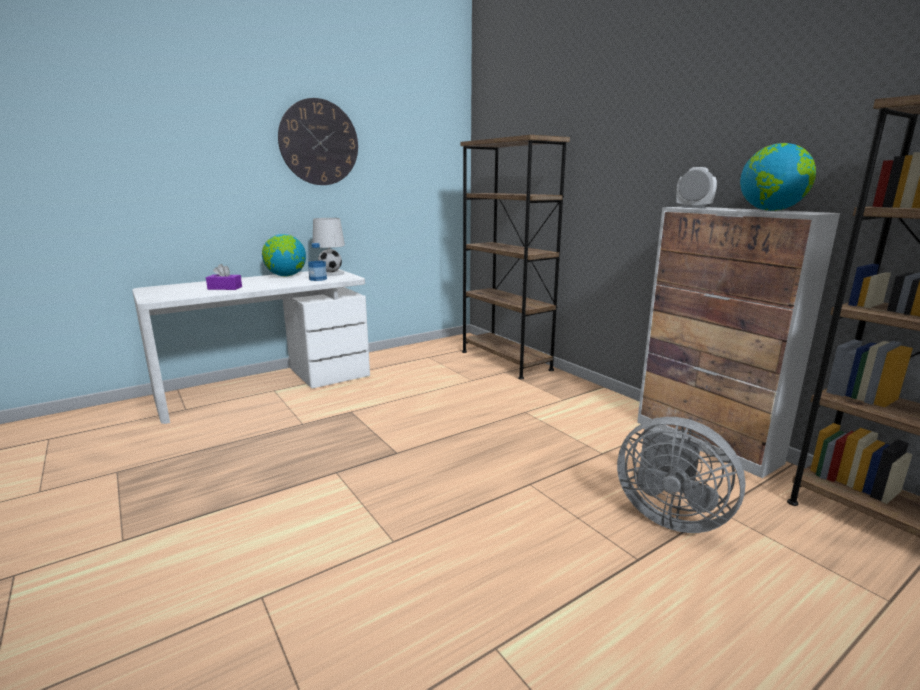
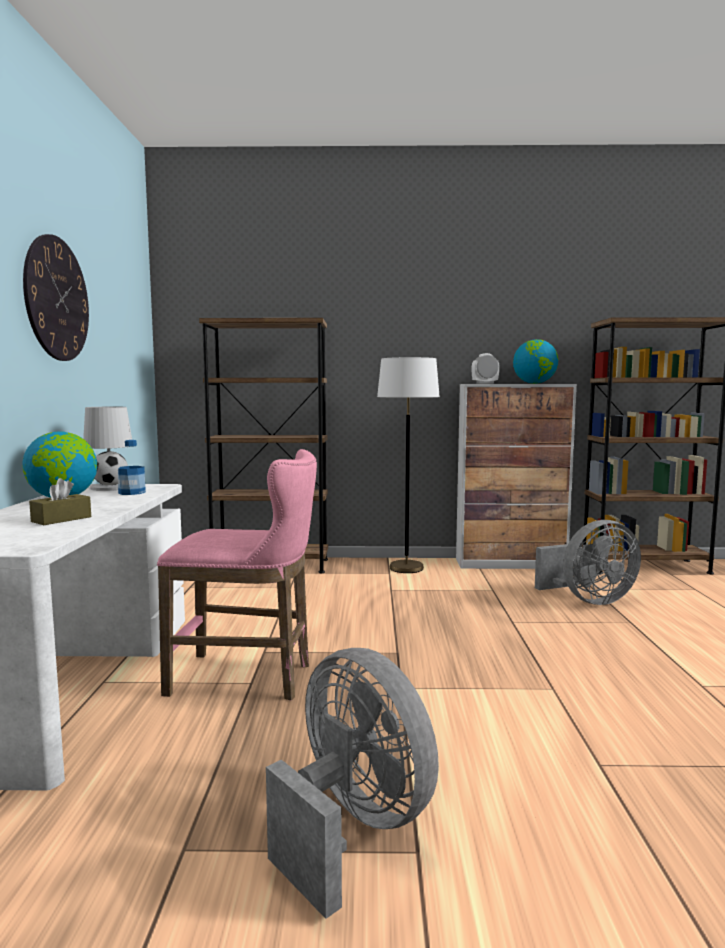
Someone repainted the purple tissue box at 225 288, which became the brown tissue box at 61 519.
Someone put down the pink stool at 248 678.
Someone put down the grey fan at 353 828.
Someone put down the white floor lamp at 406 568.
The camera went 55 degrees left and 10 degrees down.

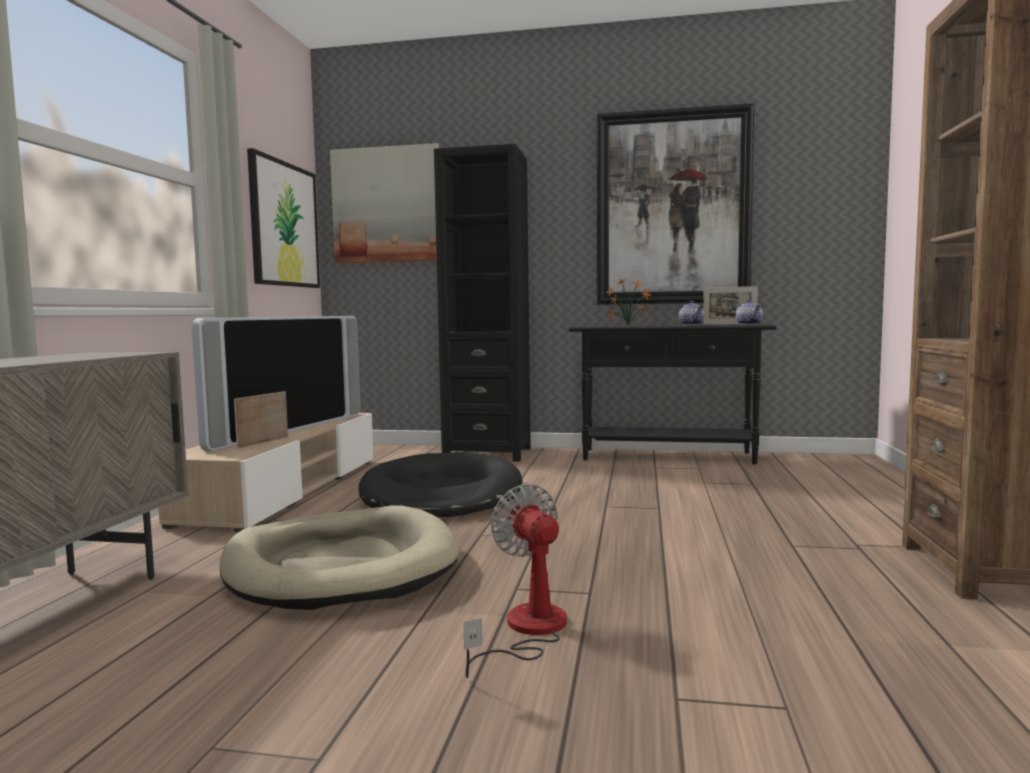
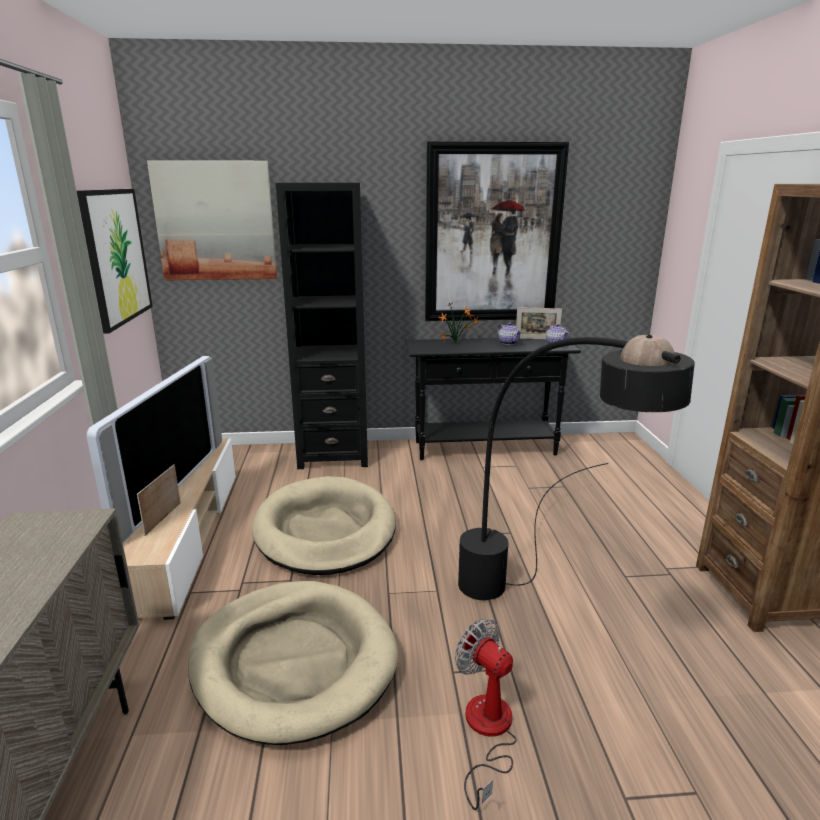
Someone repainted the black dog bed at 442 494, which became the beige dog bed at 325 530.
Someone put down the black floor lamp at 536 614.
The camera went 15 degrees left and 15 degrees up.

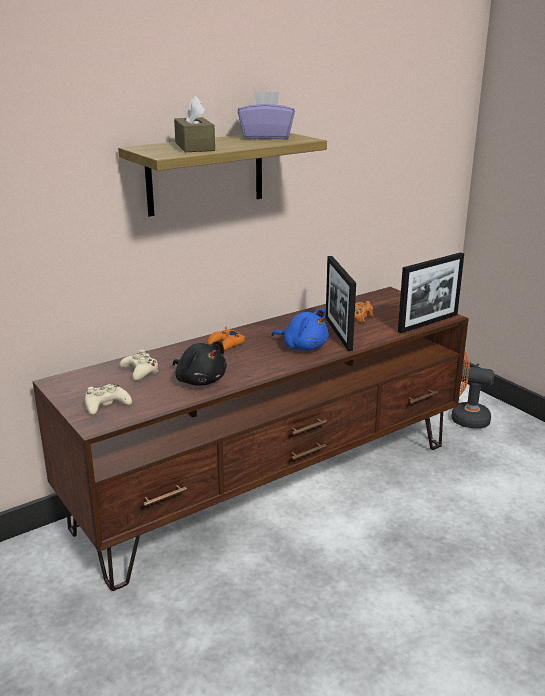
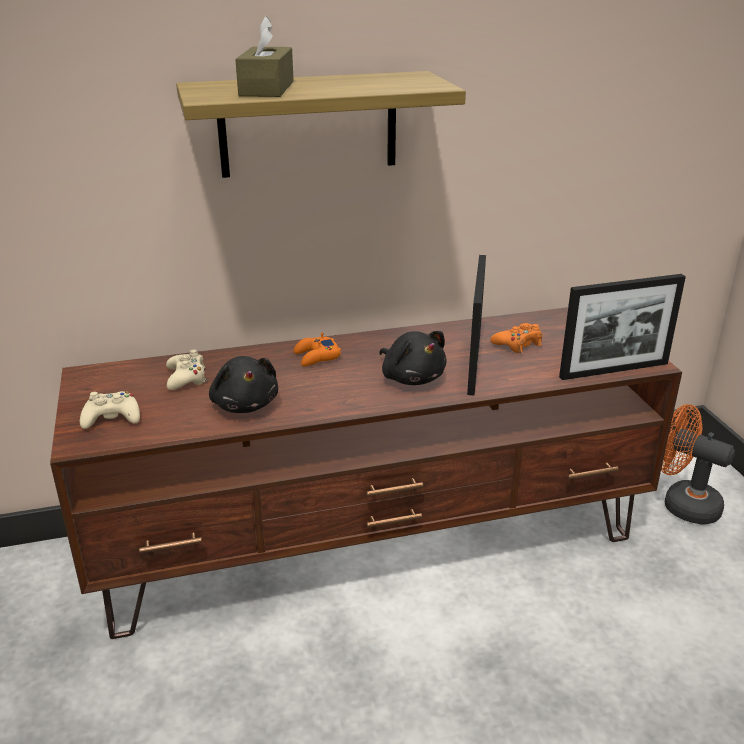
Someone took away the purple tissue box at 266 137.
Someone repainted the blue plush toy at 303 347, which became the black plush toy at 411 377.
The camera went 20 degrees right and 5 degrees up.

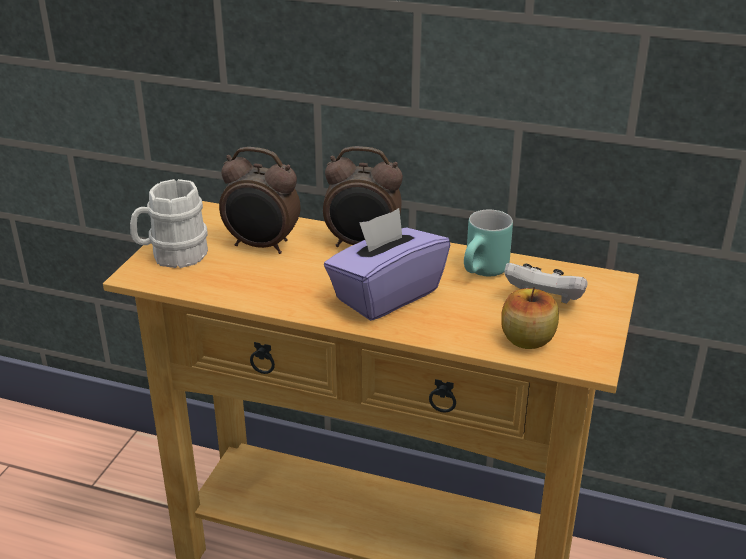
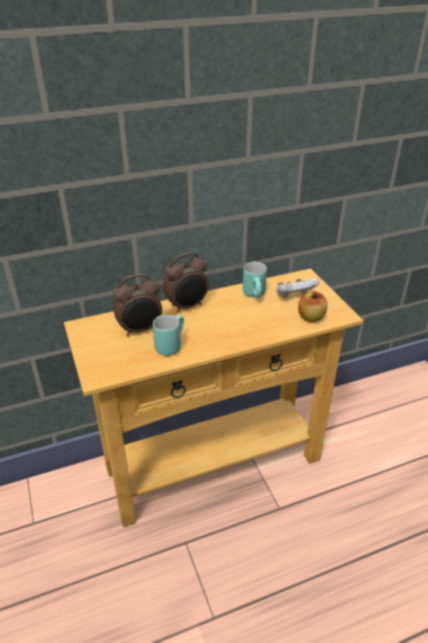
Someone took away the white mug at 172 256.
Someone took away the purple tissue box at 386 295.
Someone put down the turquoise mug at 169 344.
The camera went 40 degrees left and 5 degrees up.

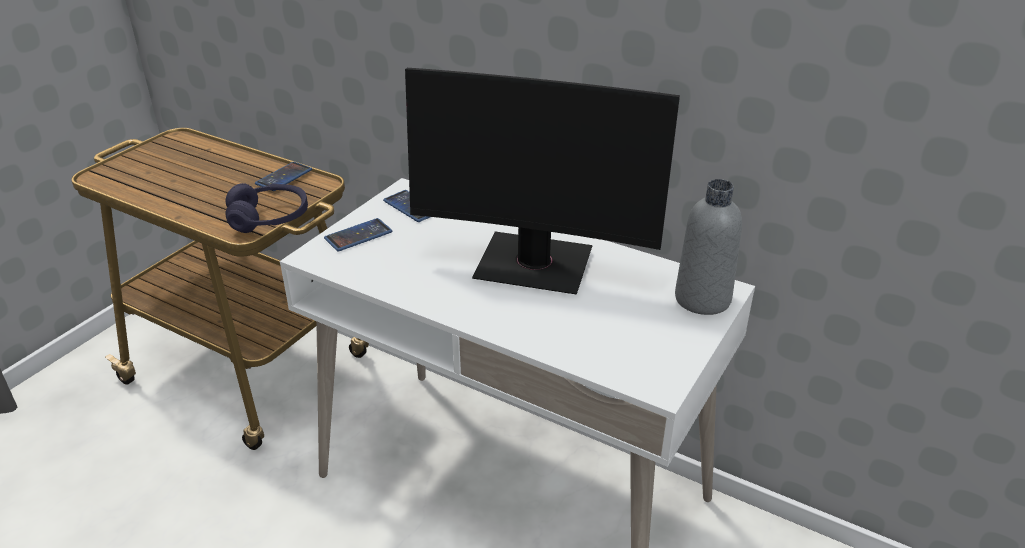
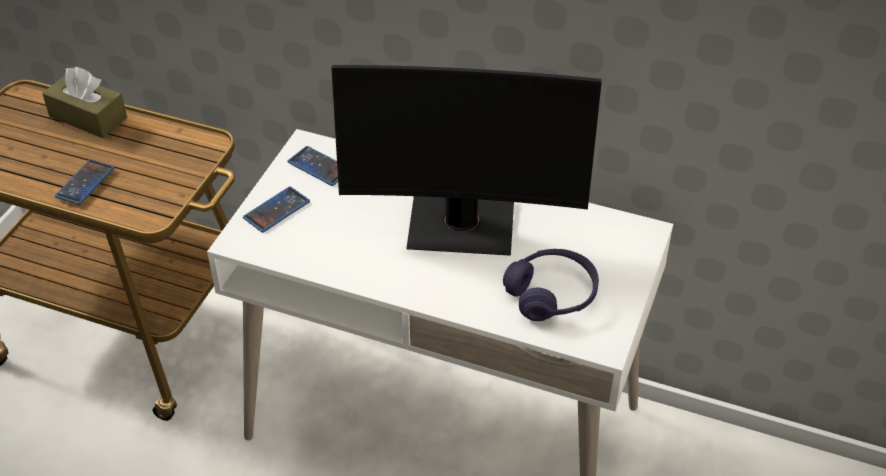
Someone carried the purple headphones from 269 218 to 551 294.
Someone carried the phone from 284 177 to 85 182.
Someone took away the grey bottle at 702 299.
Someone put down the brown tissue box at 88 117.
The camera went 10 degrees left and 10 degrees up.

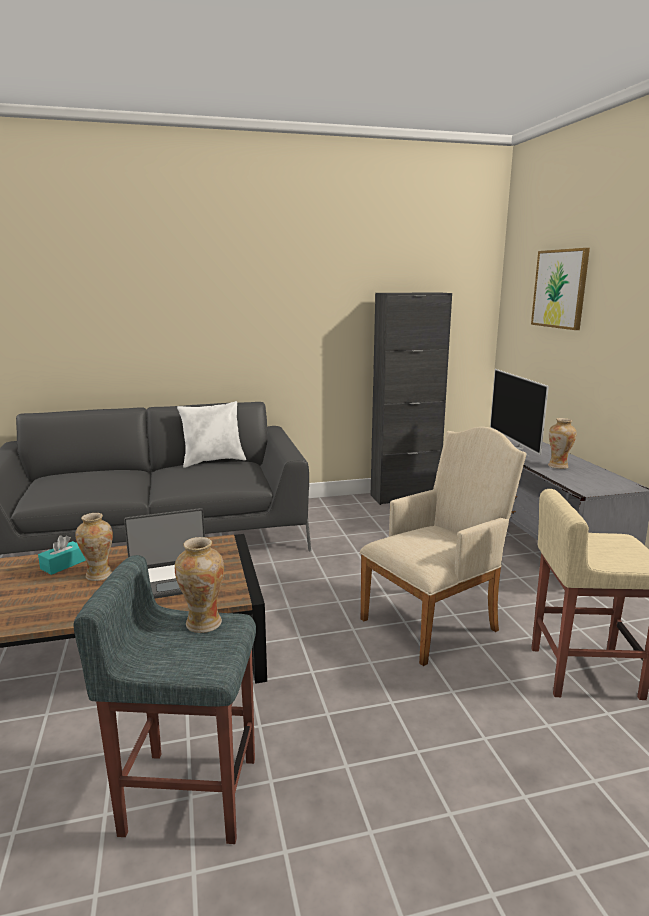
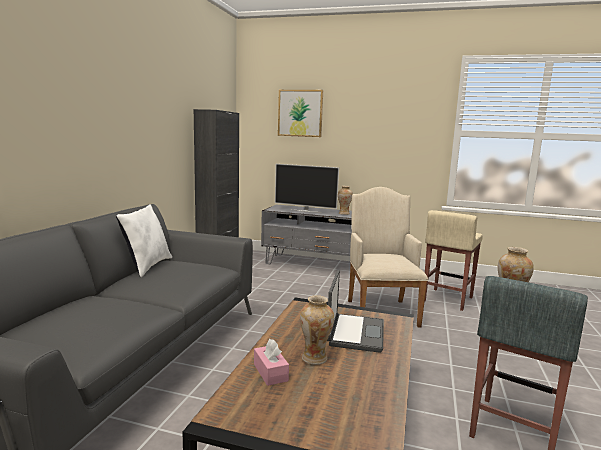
Someone repainted the turquoise tissue box at 63 564, which became the pink tissue box at 270 372.
The camera went 60 degrees left and 5 degrees down.

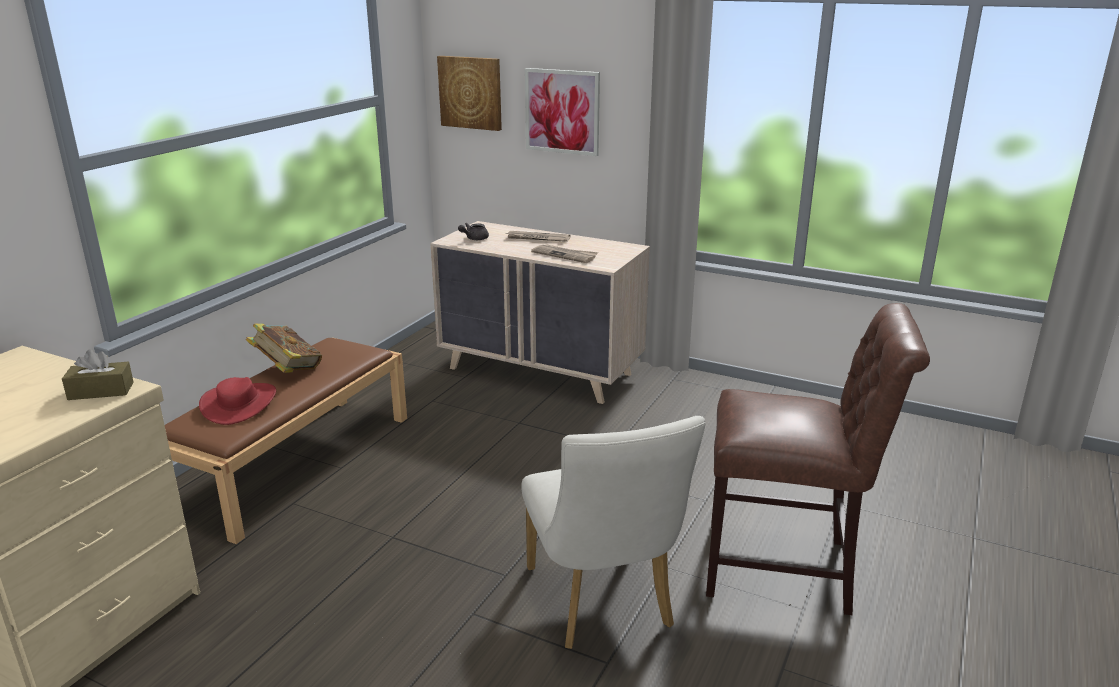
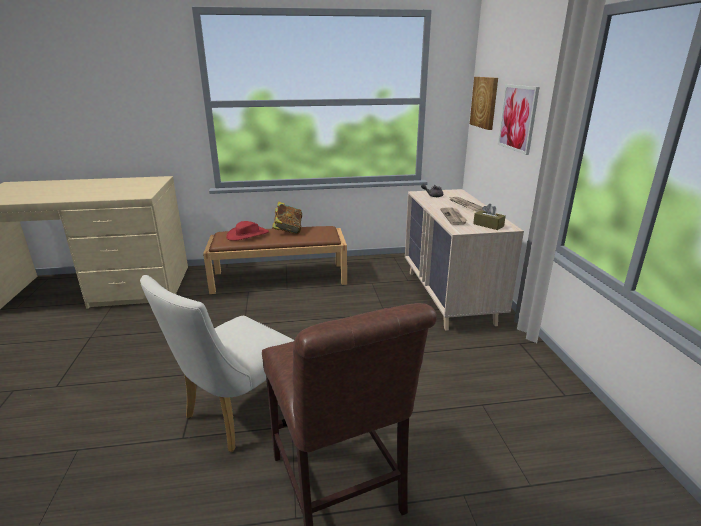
Someone carried the brown tissue box from 101 391 to 488 225.
The camera went 55 degrees right and 0 degrees up.

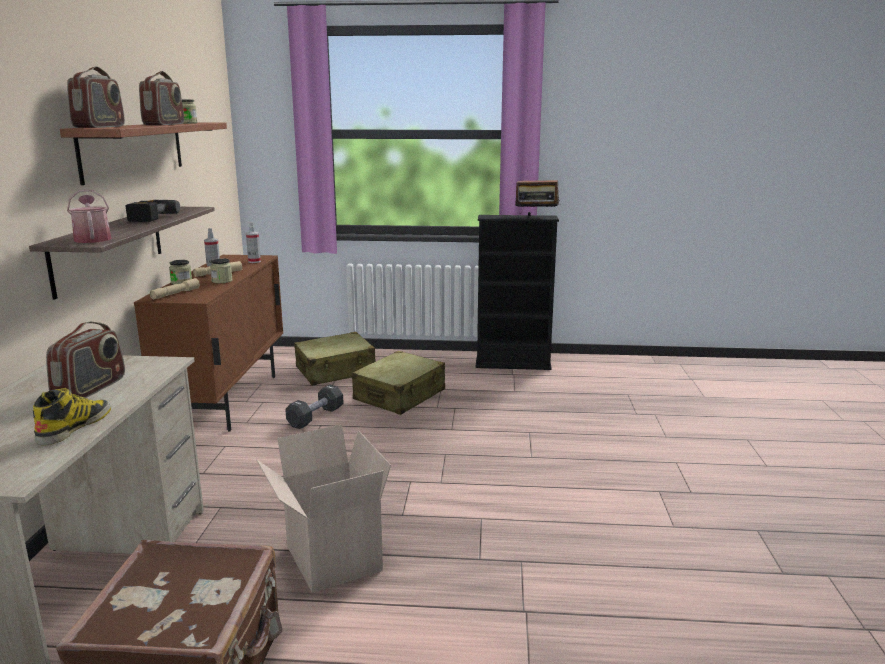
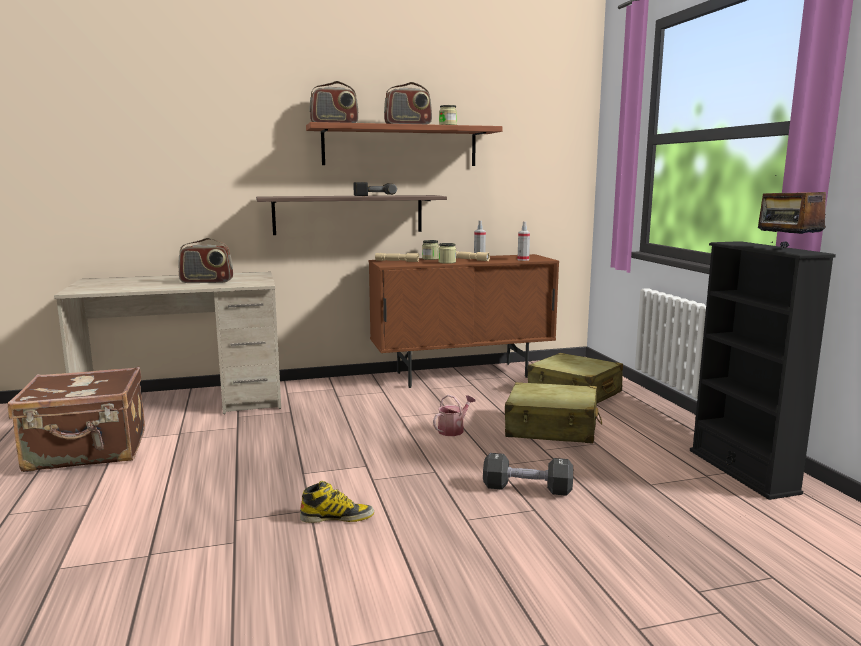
Someone carried the boot from 75 427 to 337 517.
Someone carried the watering can from 92 239 to 453 430.
Someone took away the cardboard box at 330 558.
Someone carried the black dumbbell from 315 417 to 527 488.
The camera went 70 degrees right and 5 degrees down.

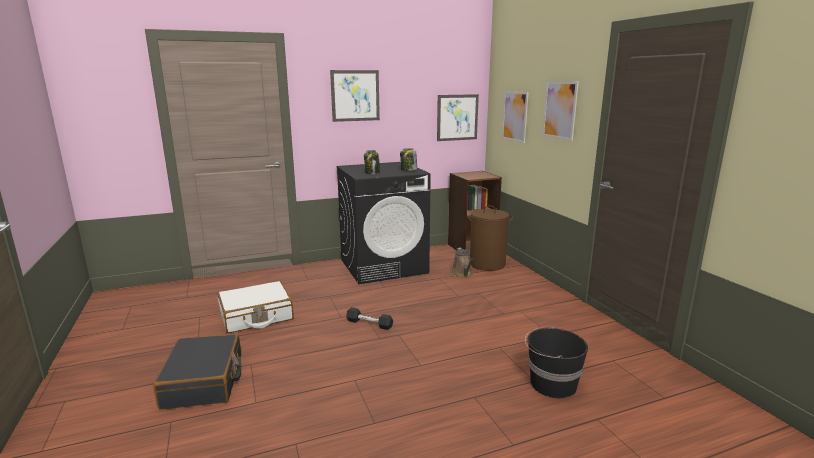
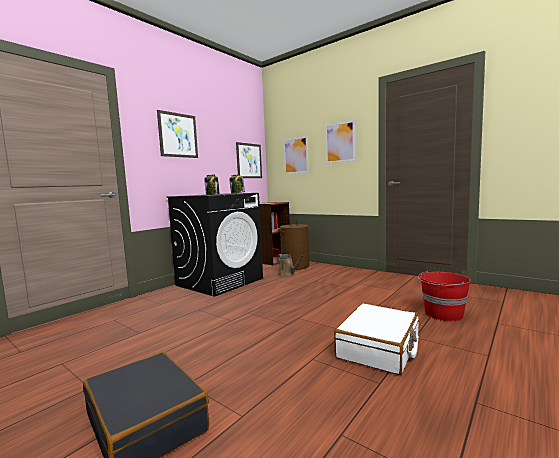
Someone carried the white suitcase from 256 316 to 379 348.
Someone took away the black dumbbell at 369 324.
Someone repainted the black bucket at 551 384, which became the red bucket at 443 314.
The camera went 30 degrees left and 10 degrees down.

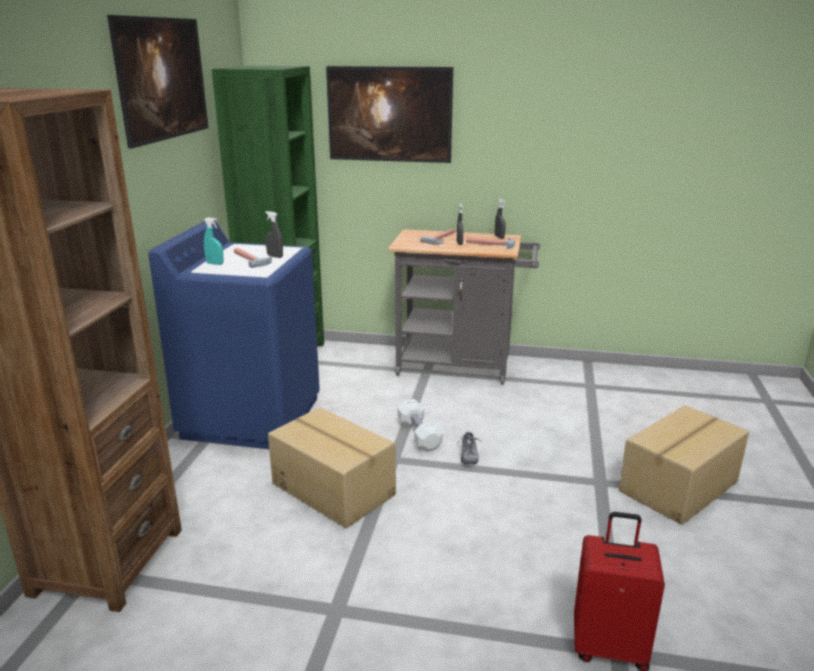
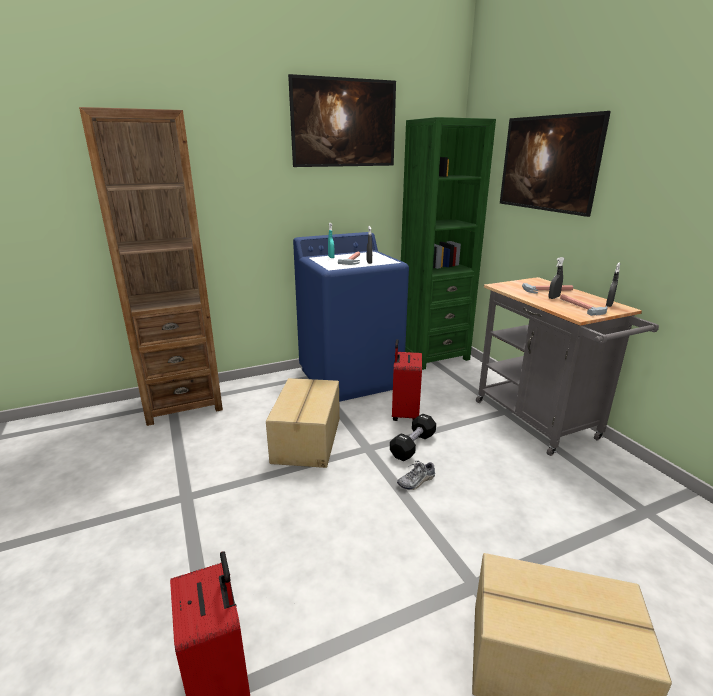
Someone repainted the white dumbbell at 419 435, which became the black dumbbell at 413 446.
Someone put down the red suitcase at 404 414.
The camera went 55 degrees right and 0 degrees up.

